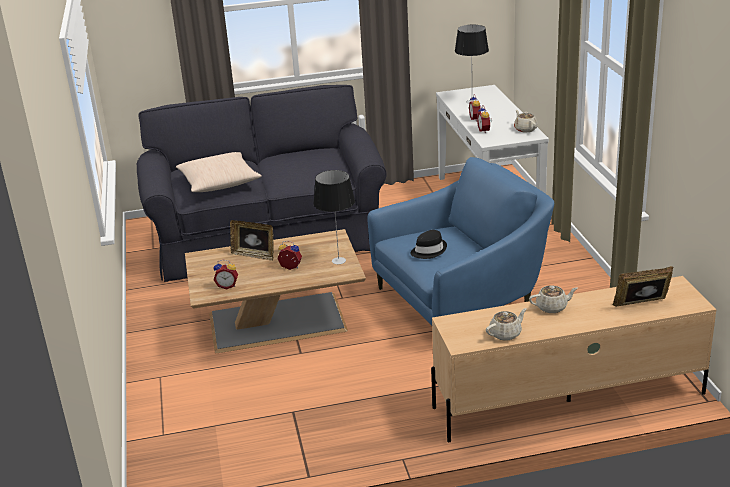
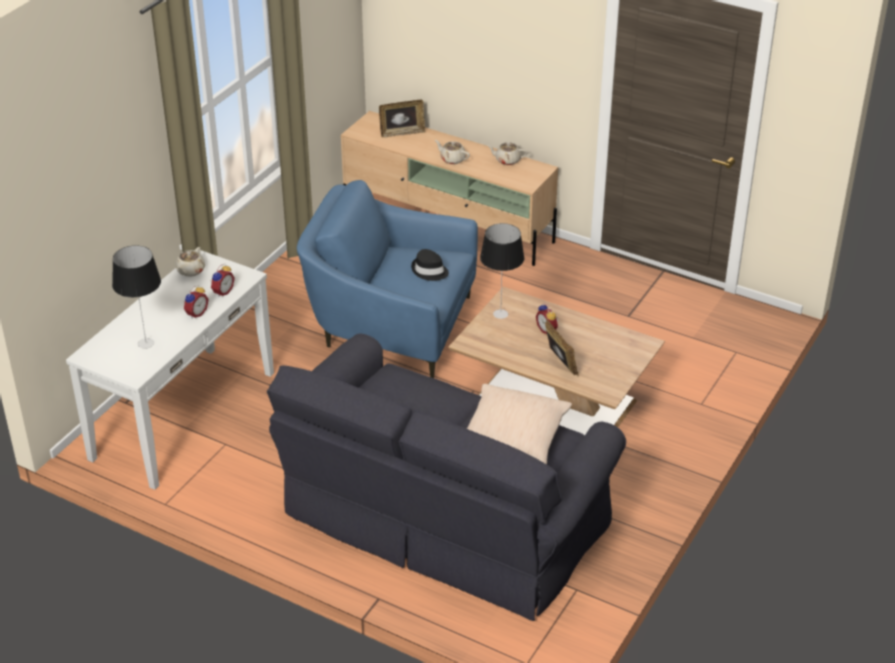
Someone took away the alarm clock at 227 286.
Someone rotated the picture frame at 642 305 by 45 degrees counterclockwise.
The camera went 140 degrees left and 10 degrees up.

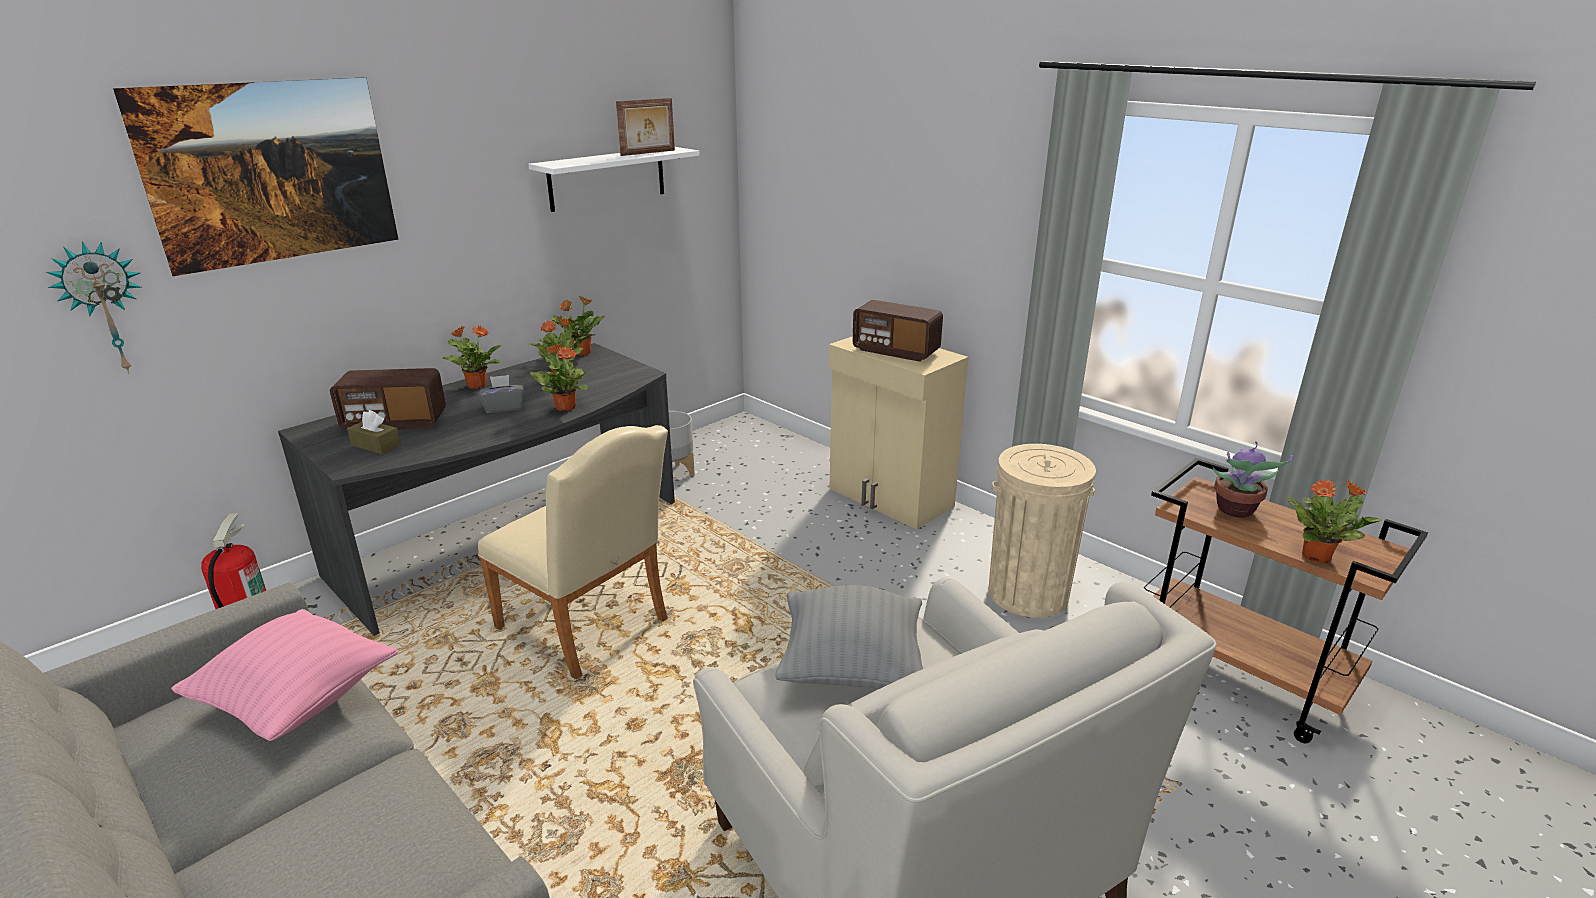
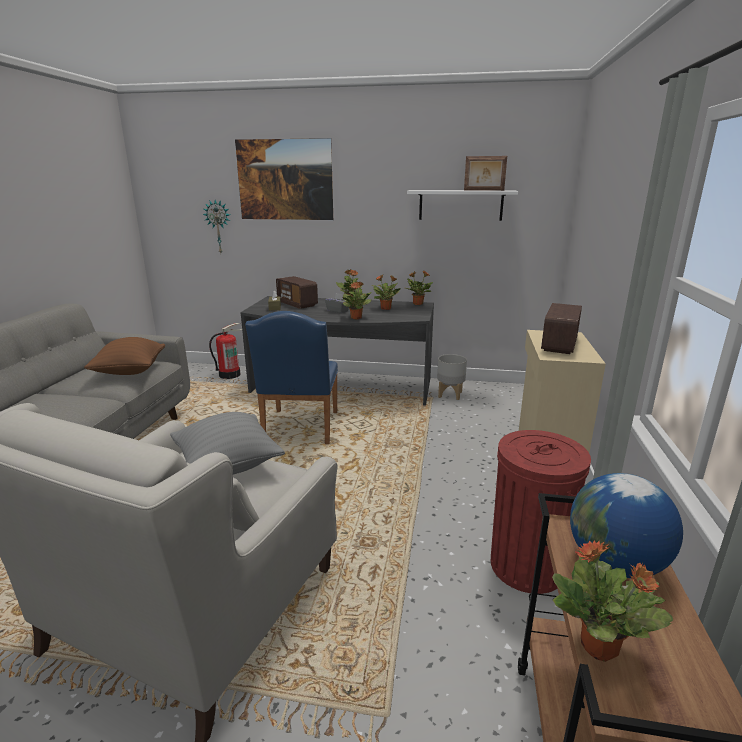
Someone repainted the pink pillow at 298 701, which became the brown pillow at 130 371.
Someone repainted the beige chair at 589 628, which became the blue chair at 300 430.
Someone rotated the radio at 896 351 by 150 degrees counterclockwise.
Someone repainted the beige trash can at 1028 593, which became the red trash can at 527 566.
Someone swapped the potted plant at 1235 511 for the globe at 614 563.
The camera went 55 degrees right and 5 degrees down.

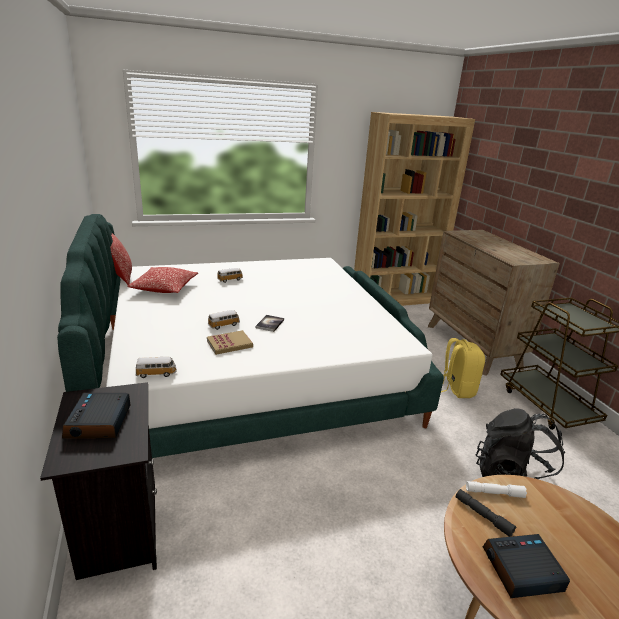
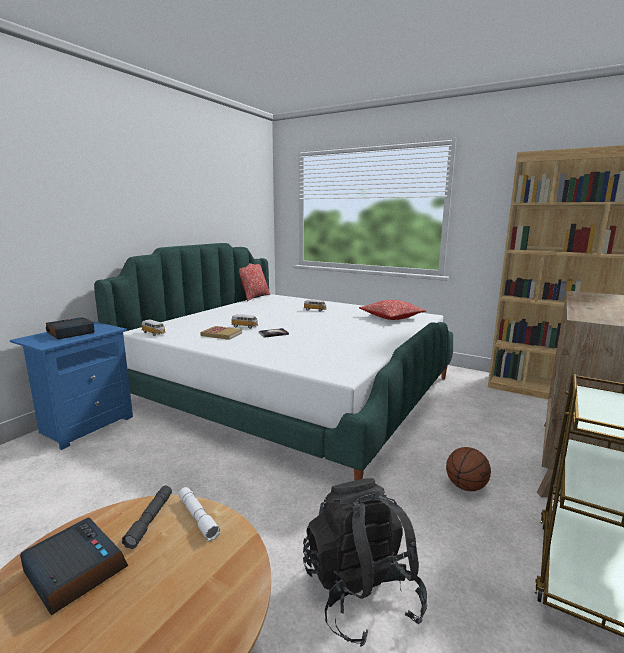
Someone repainted the black nightstand at 118 530, which became the blue nightstand at 85 425.
Someone carried the pillow from 164 288 to 391 317.
Someone swapped the yellow backpack at 456 389 for the basketball at 465 486.
The camera went 50 degrees right and 10 degrees down.

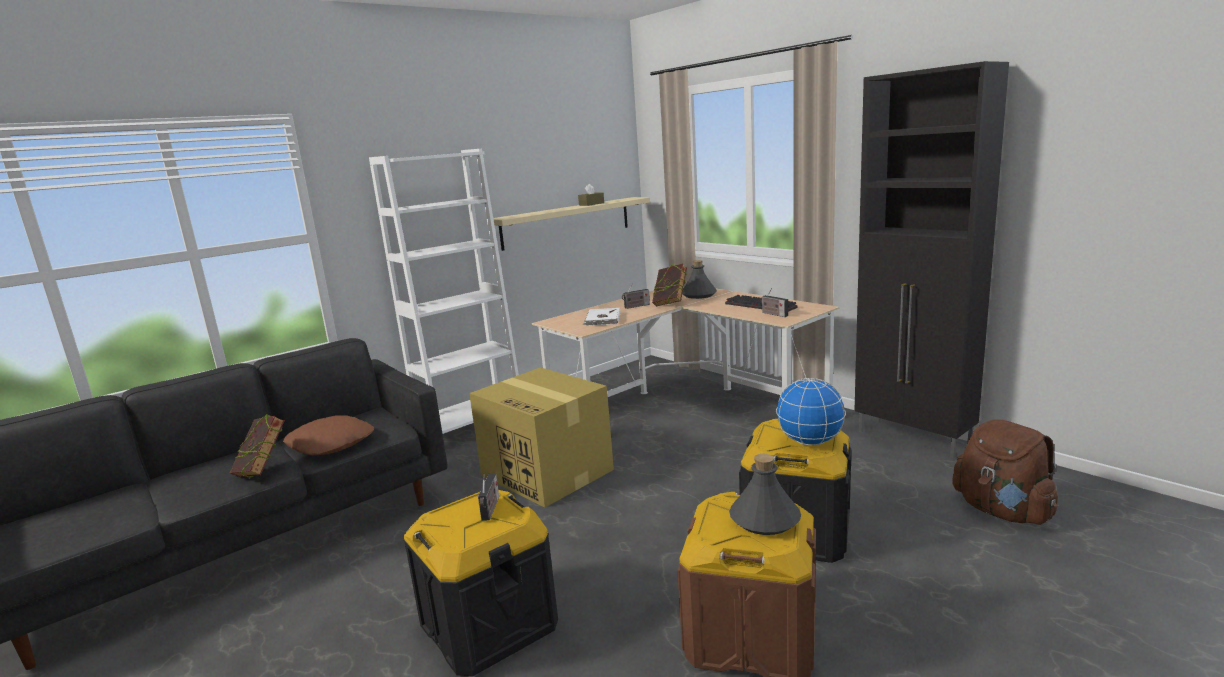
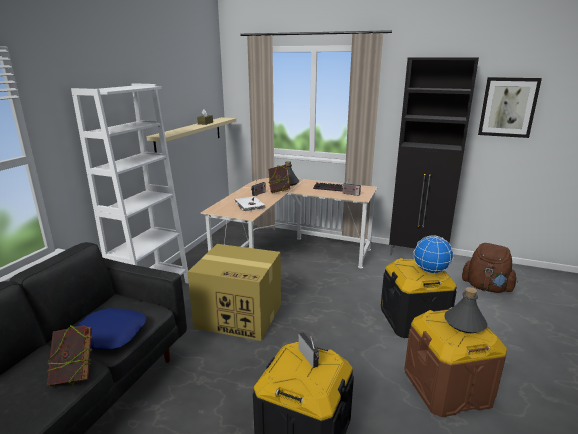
Someone repainted the brown pillow at 331 443, which became the blue pillow at 110 334.
Someone put up the picture at 508 107.
The camera went 30 degrees left and 5 degrees up.

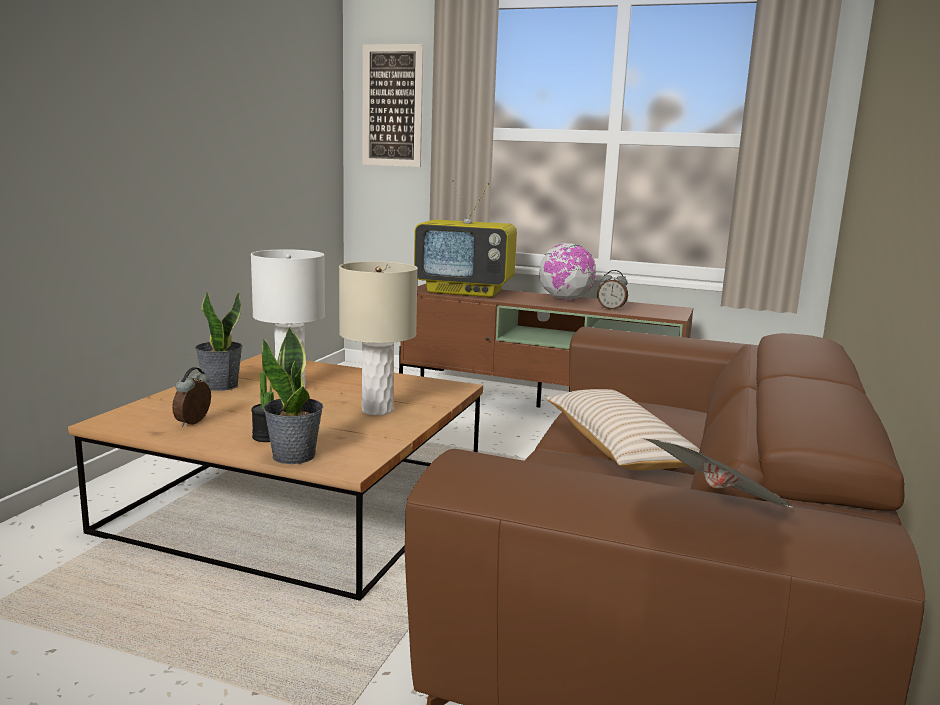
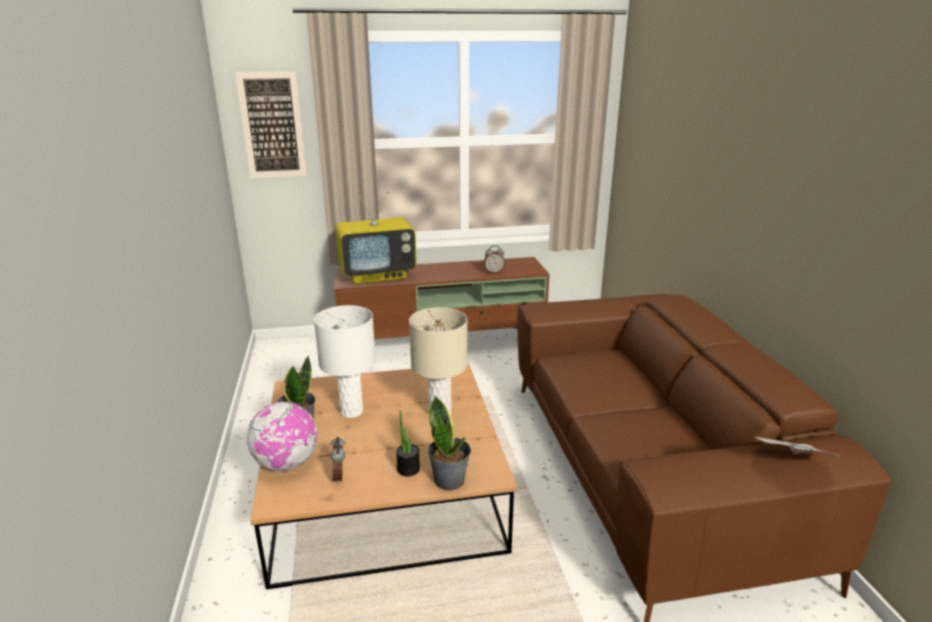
Someone carried the globe from 565 299 to 287 464.
Someone took away the beige pillow at 619 447.
The camera went 30 degrees left and 10 degrees up.

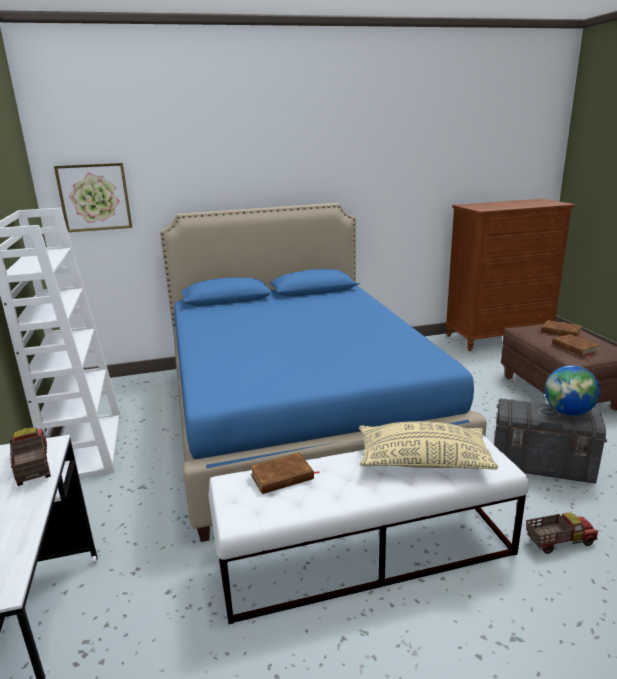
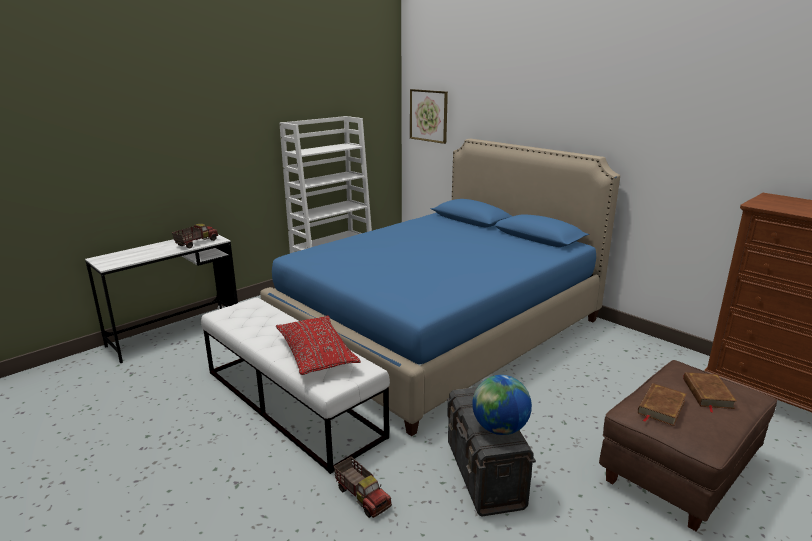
Someone took away the brown book at 282 477.
Someone repainted the beige pillow at 423 460, which became the red pillow at 316 354.
The camera went 60 degrees right and 0 degrees up.

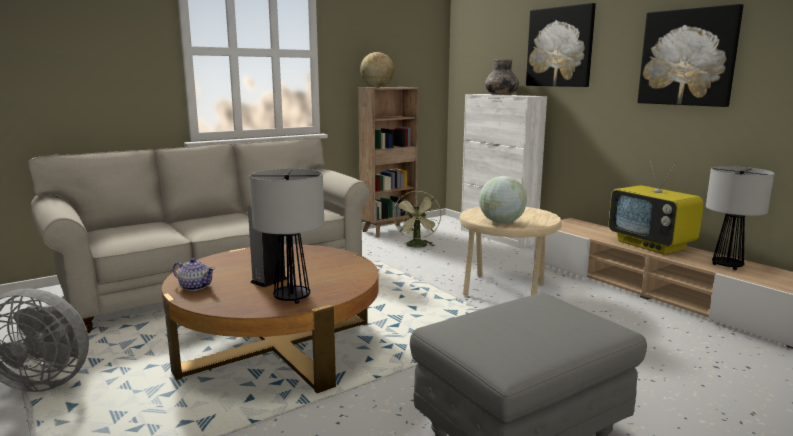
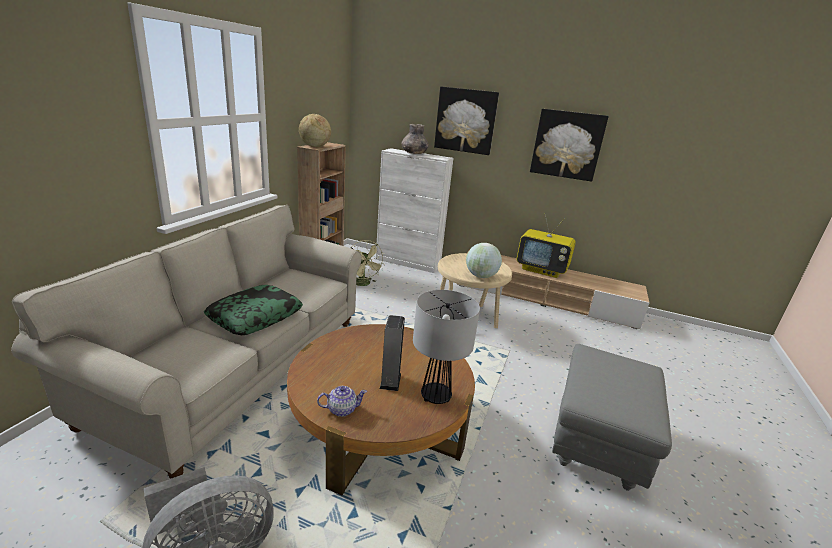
Someone took away the table lamp at 726 266.
Someone put down the pillow at 255 317.
The camera went 35 degrees left and 10 degrees up.

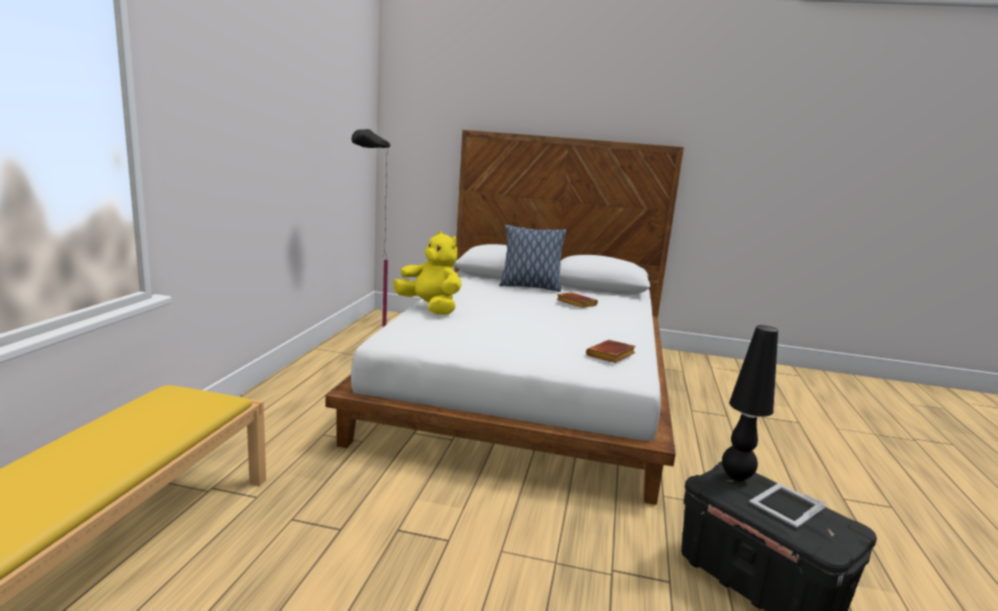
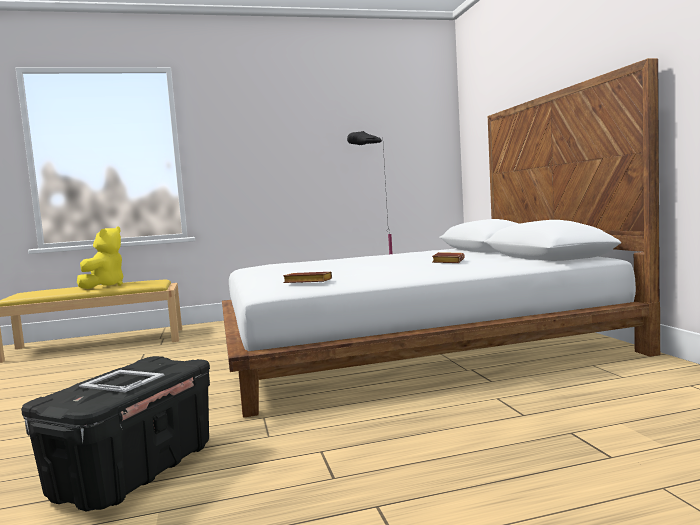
Someone carried the yellow plush toy from 430 308 to 105 286.
Someone took away the pillow at 529 287.
Someone took away the black table lamp at 736 477.
The camera went 65 degrees right and 10 degrees down.

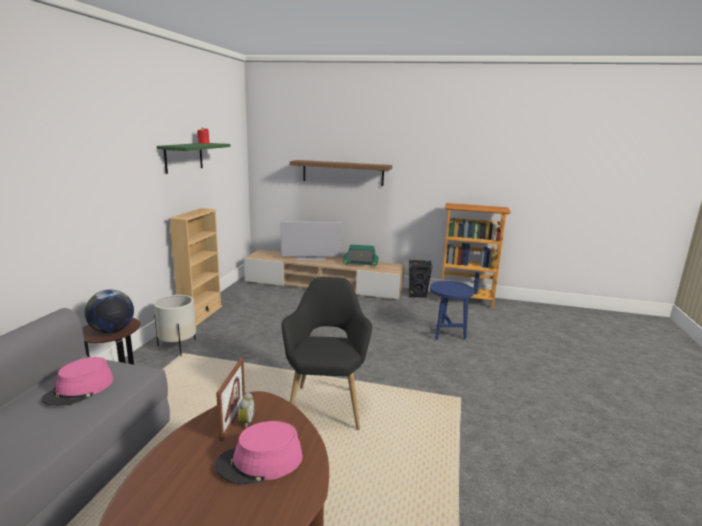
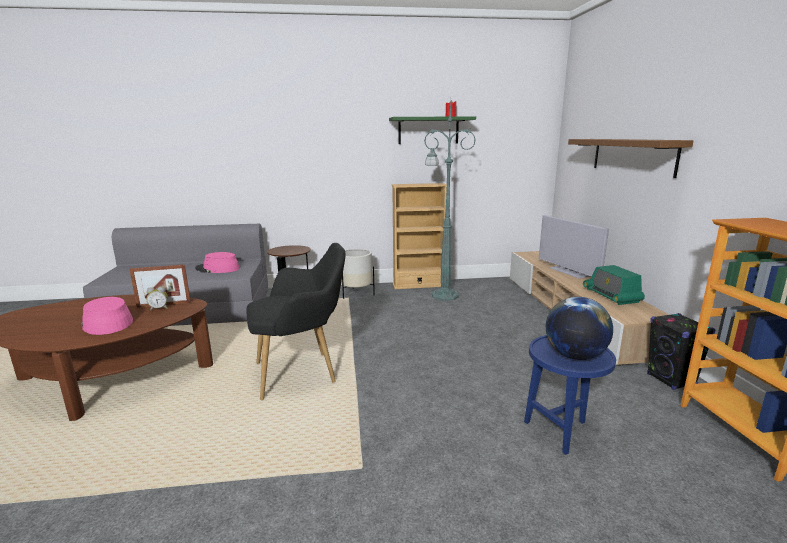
Someone carried the globe from 112 331 to 574 356.
Someone put down the green floor lamp at 443 295.
The camera went 70 degrees right and 0 degrees up.

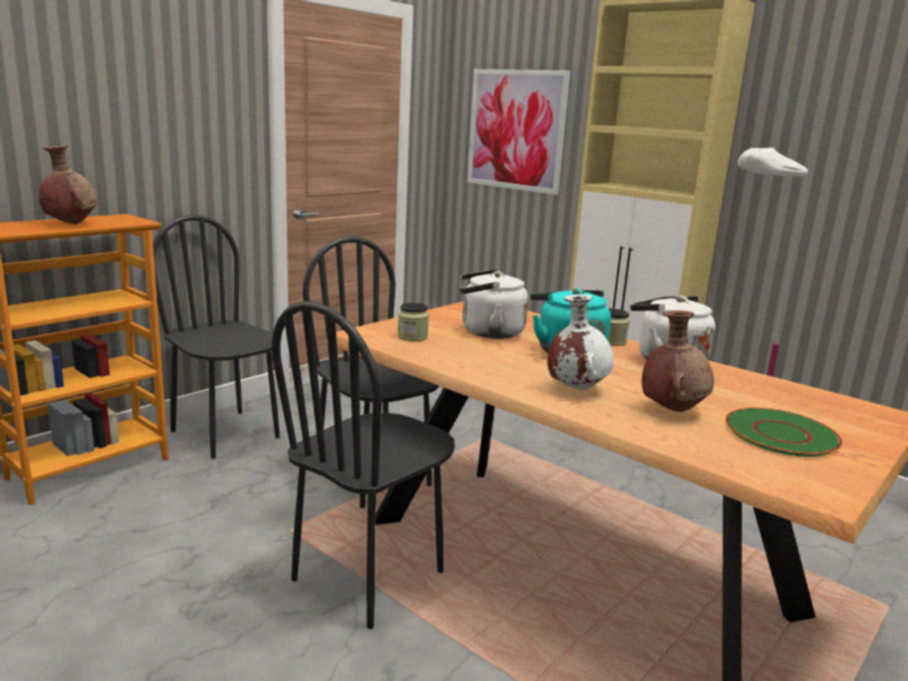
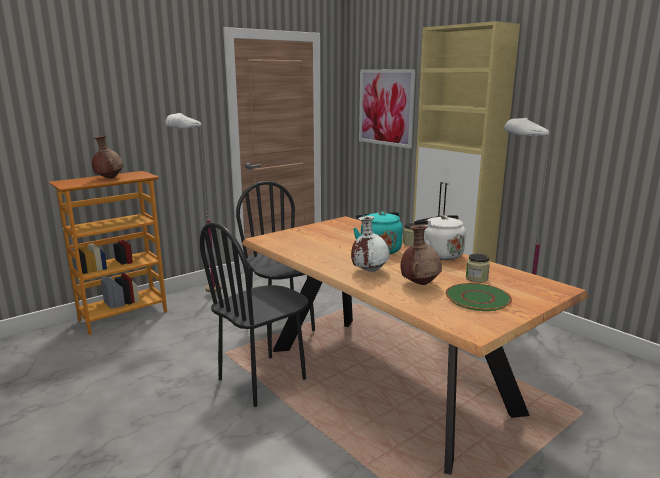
Someone swapped the black chair at 226 434 for the white floor lamp at 202 298.
Someone carried the jar from 412 337 to 476 278.
Someone took away the white kettle at 488 332.
The camera went 10 degrees right and 0 degrees up.

